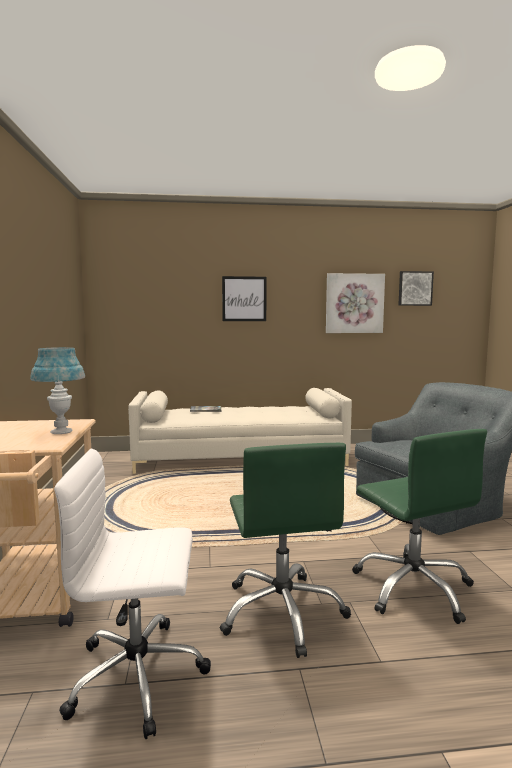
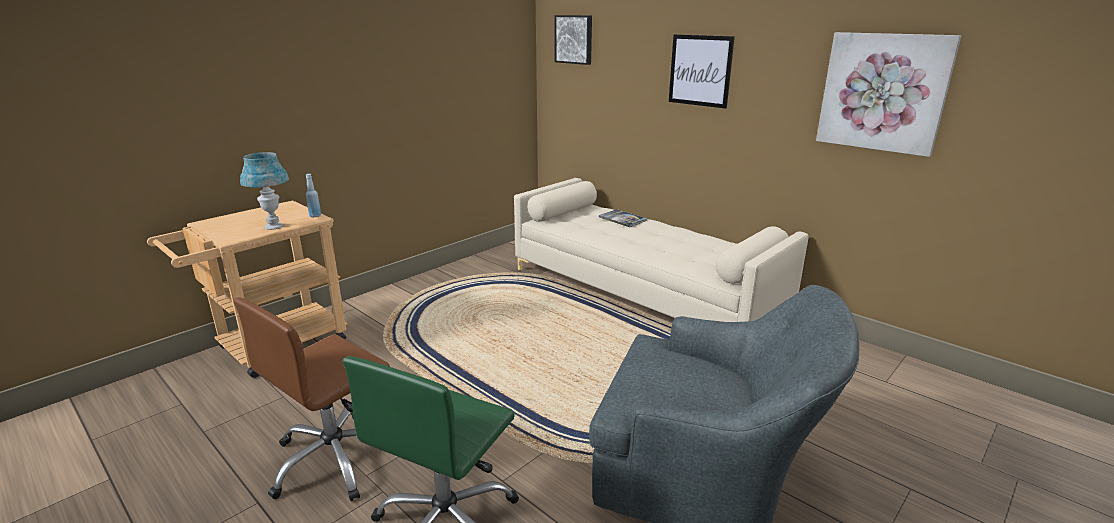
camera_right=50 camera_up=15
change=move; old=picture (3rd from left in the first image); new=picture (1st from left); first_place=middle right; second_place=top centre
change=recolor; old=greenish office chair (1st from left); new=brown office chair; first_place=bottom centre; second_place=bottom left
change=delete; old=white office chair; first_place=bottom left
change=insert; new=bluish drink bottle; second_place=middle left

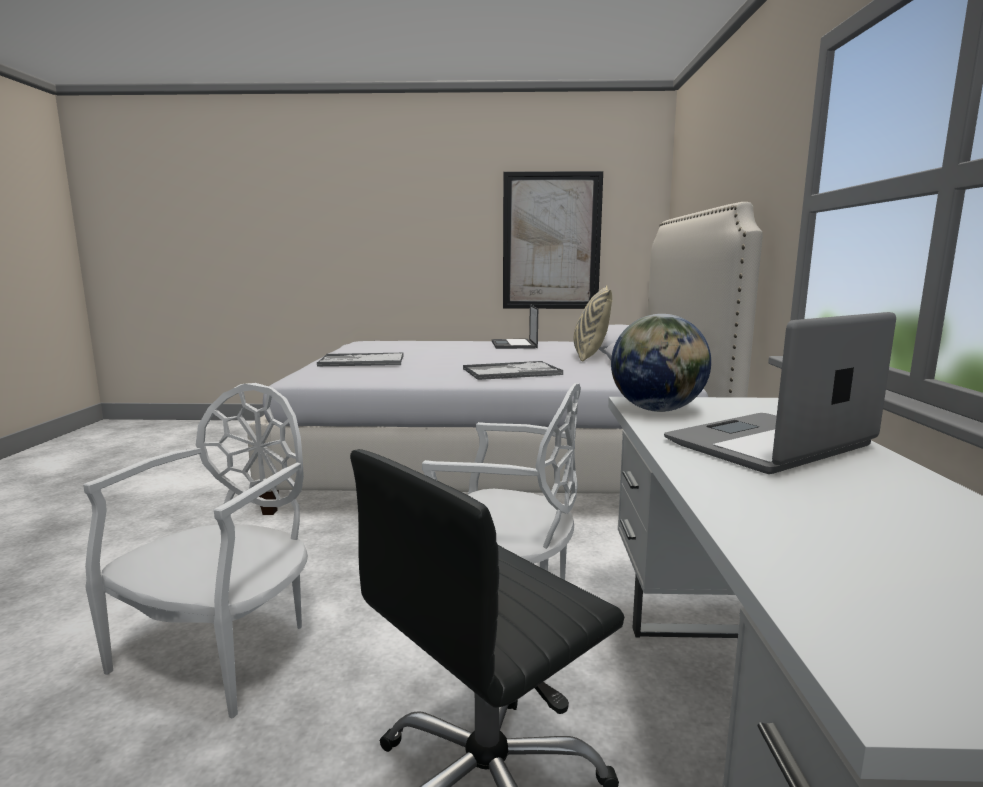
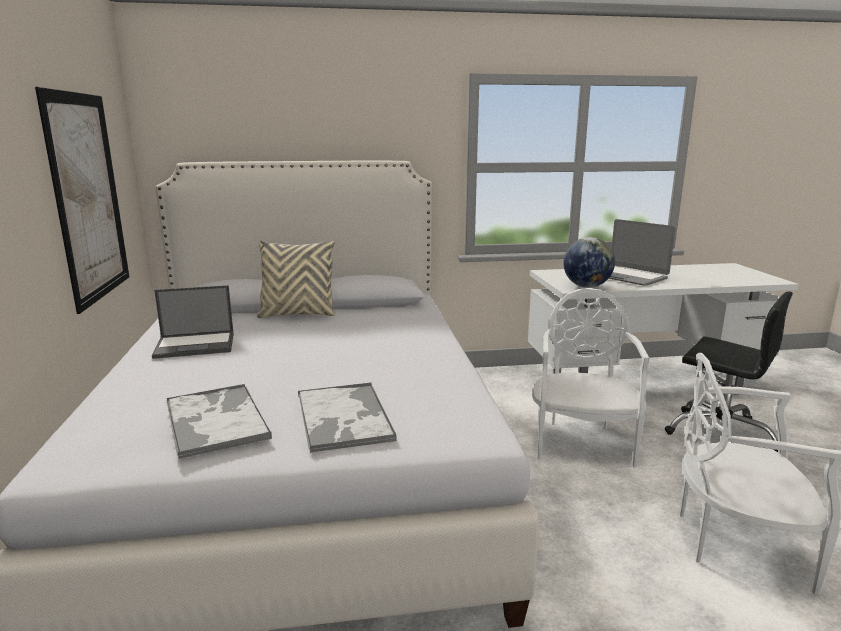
camera_right=-100 camera_up=5
change=move; old=serving tray (2nd from left in the first image); new=serving tray (1st from left); first_place=centre; second_place=bottom left

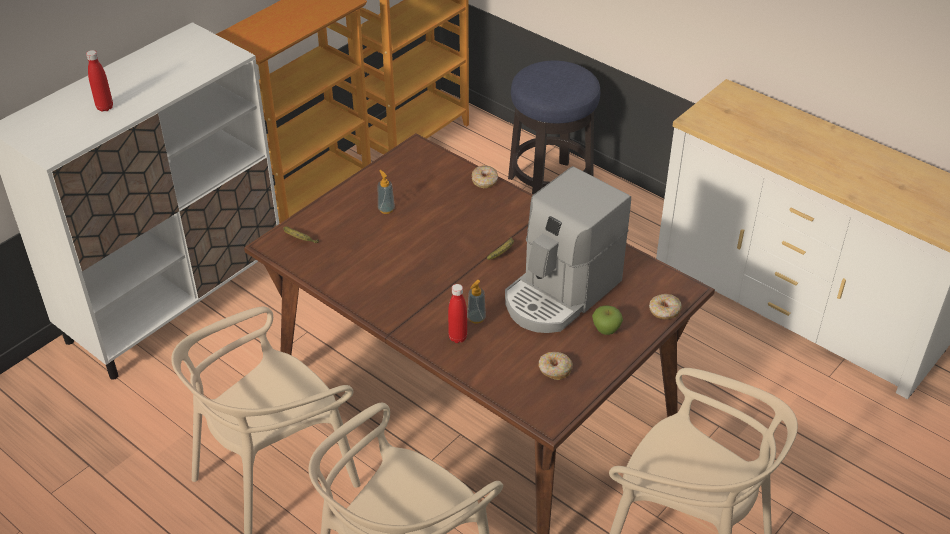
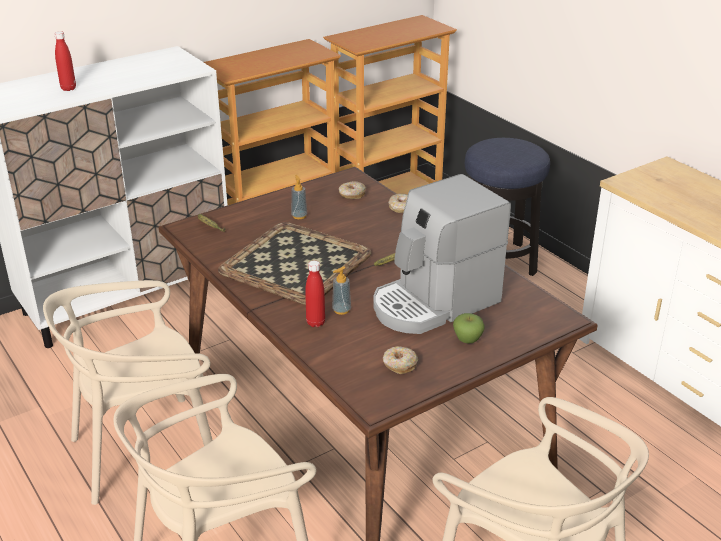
camera_right=15 camera_up=-10
change=move; old=doughnut (3rd from left in the first image); new=doughnut (1st from left); first_place=middle right; second_place=centre
change=insert; new=serving tray; second_place=centre

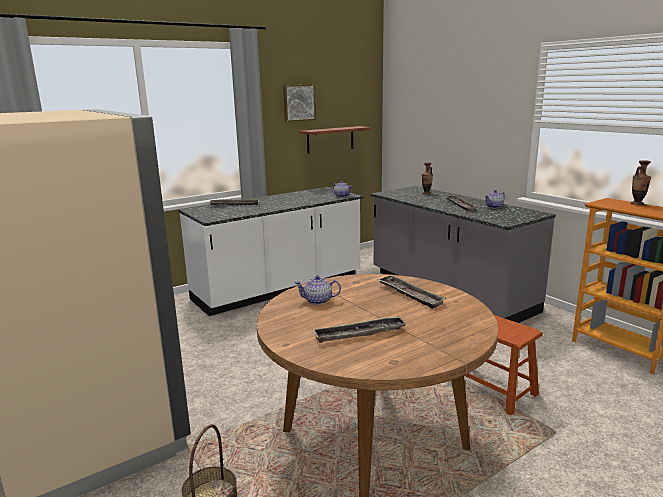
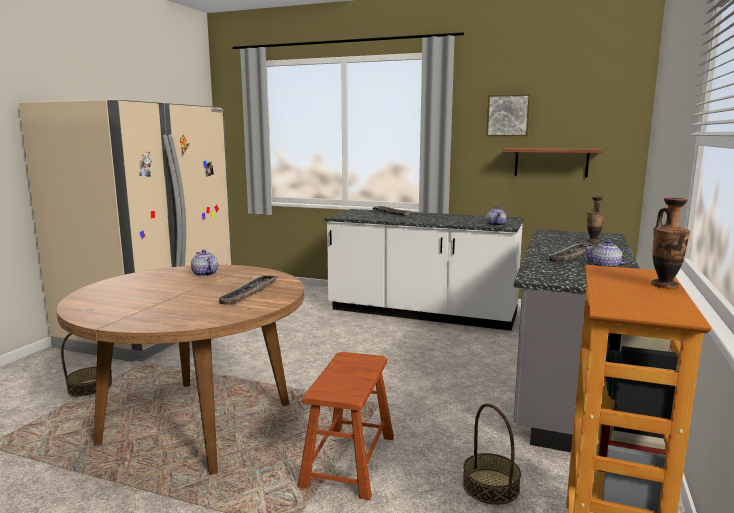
camera_right=55 camera_up=-5
change=delete; old=serving tray (2nd from left); first_place=centre
change=insert; new=basket (2nd from left); second_place=bottom right

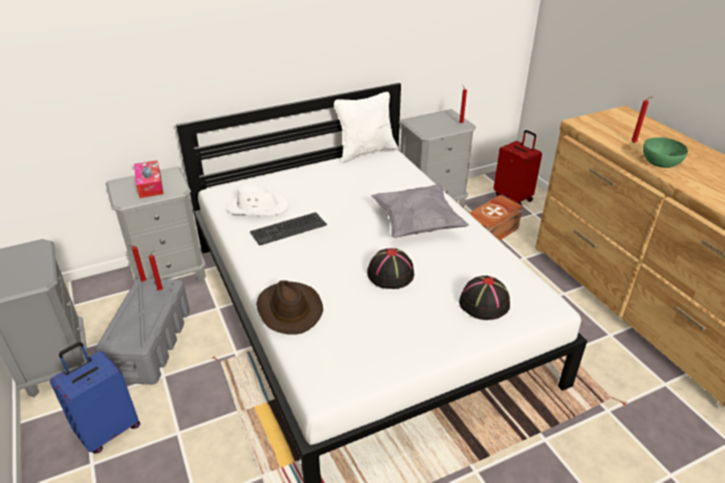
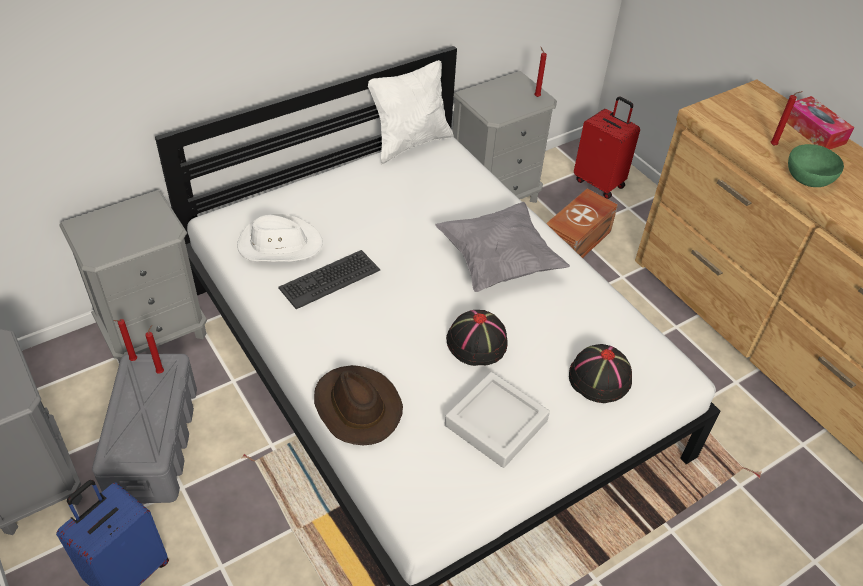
camera_right=-10 camera_up=10
change=move; old=tissue holder; first_place=middle left; second_place=top right
change=insert; new=grey serving tray; second_place=bottom centre

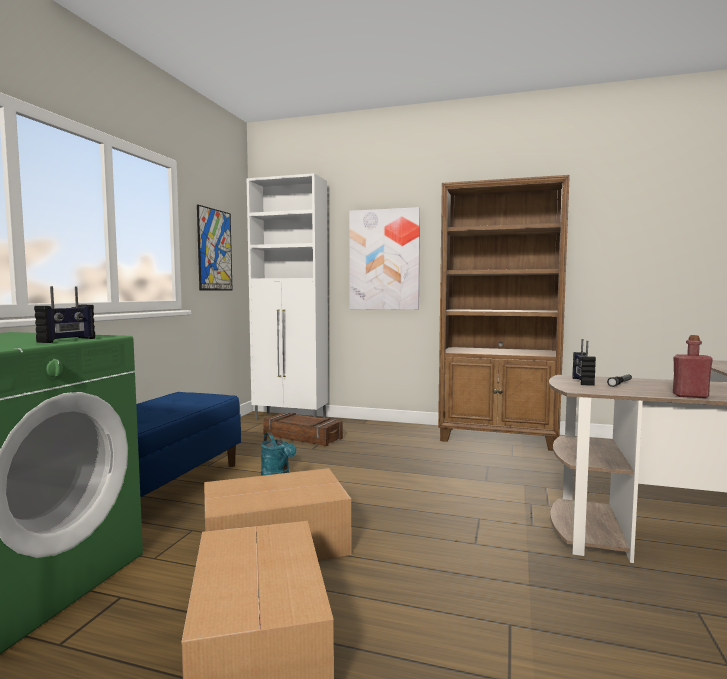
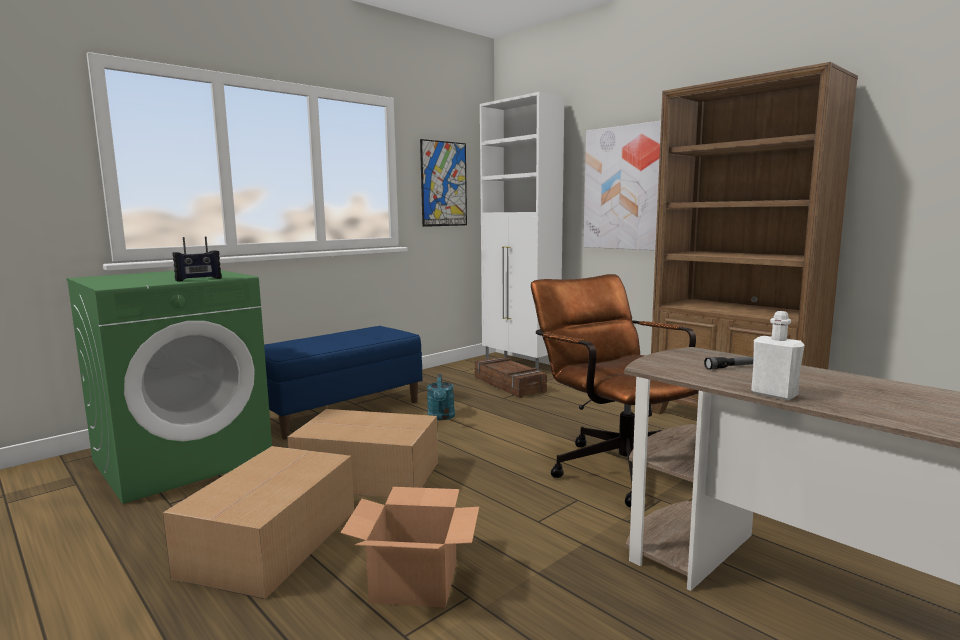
camera_right=30 camera_up=5
change=recolor; old=red-coloured drink bottle; new=white drink bottle; first_place=middle right; second_place=middle right
change=delete; old=radio receiver (2nd from left); first_place=middle right
change=insert; new=brown office chair; second_place=centre
change=insert; new=carton (3rd from left); second_place=bottom centre

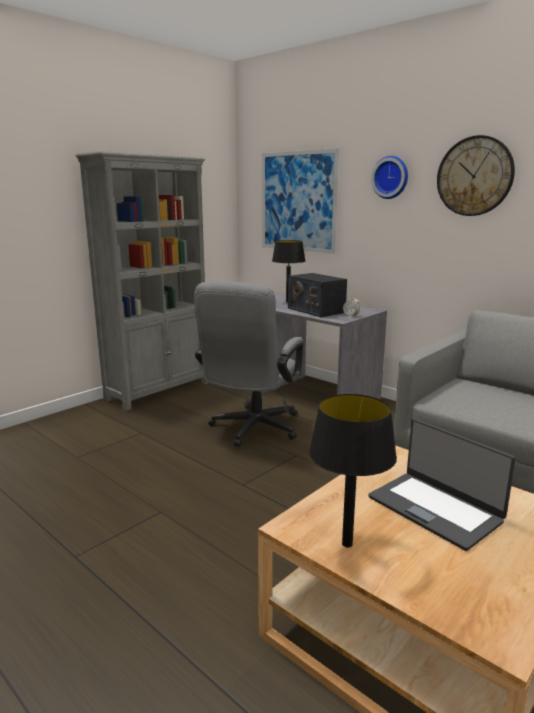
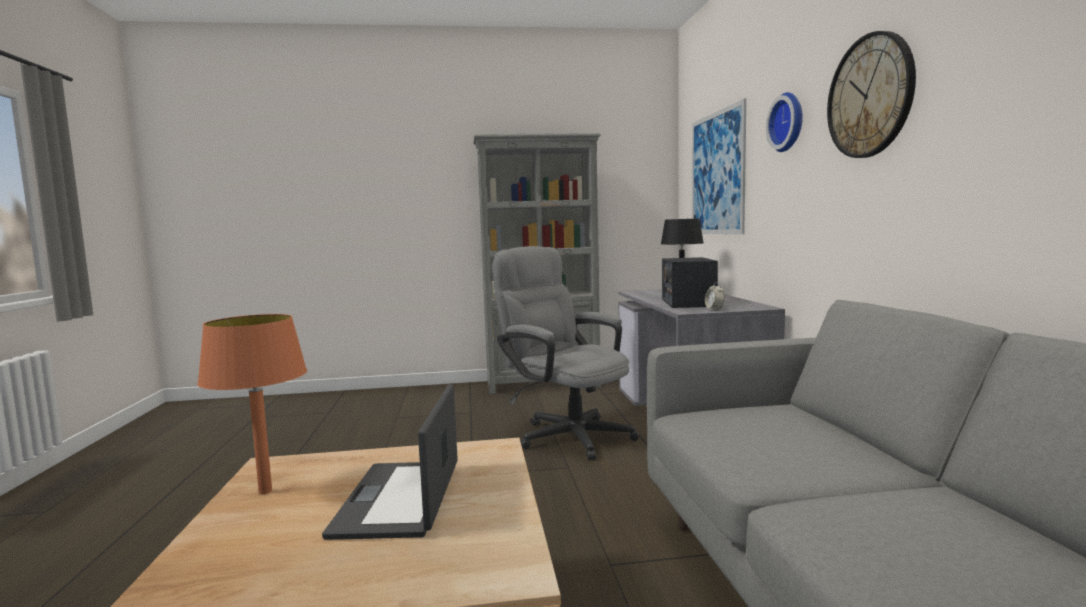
camera_right=40 camera_up=-10
change=rotate; old=grey office chair; first_place=centre; second_place=centre; degrees=75
change=recolor; old=black-coloured tabletop lamp (2nd from left); new=orangey tabletop lamp; first_place=centre; second_place=middle left

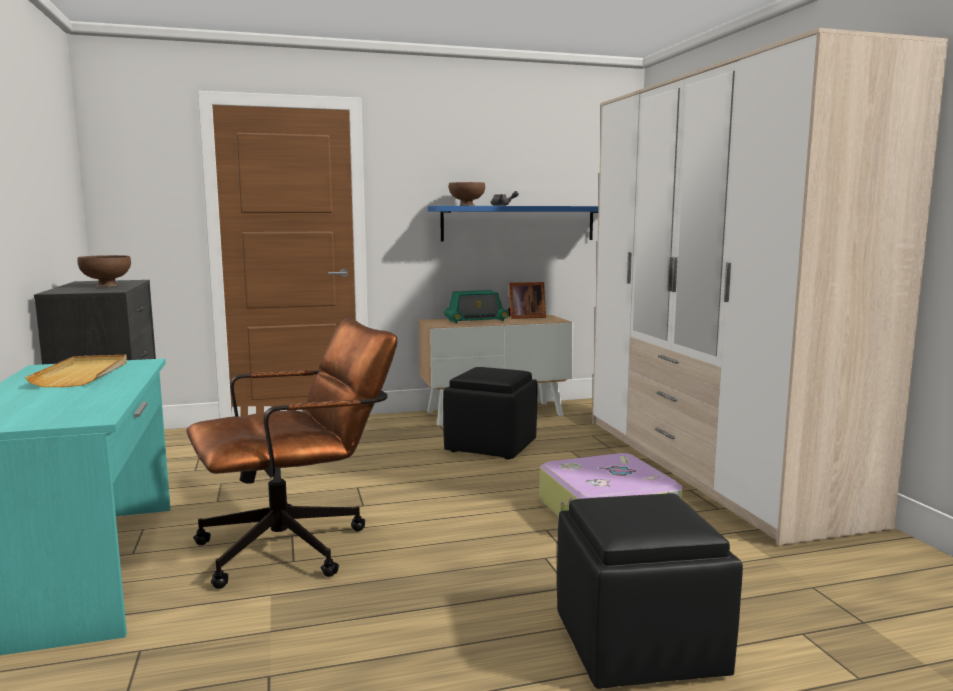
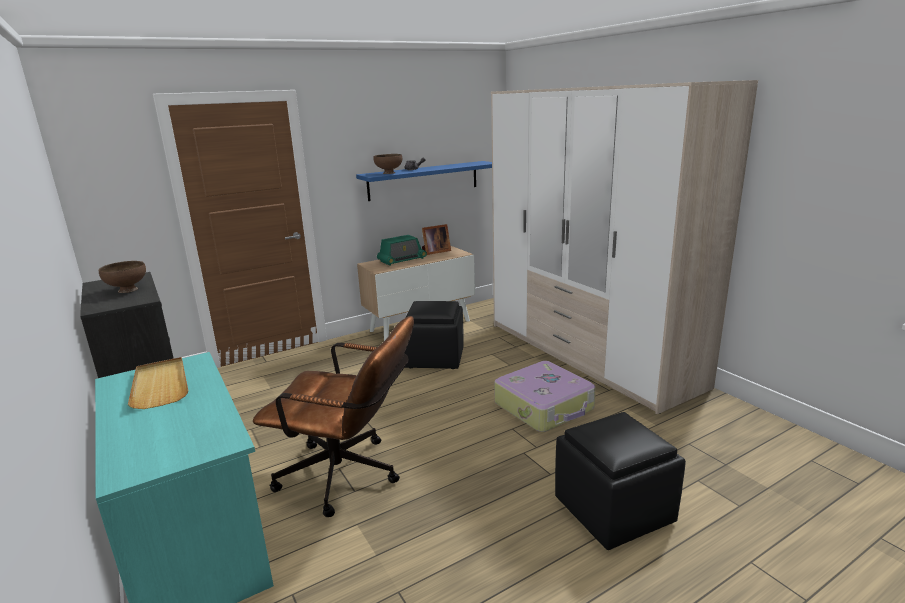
camera_right=-15 camera_up=10
change=rotate; old=brown office chair; first_place=middle left; second_place=bottom centre; degrees=60

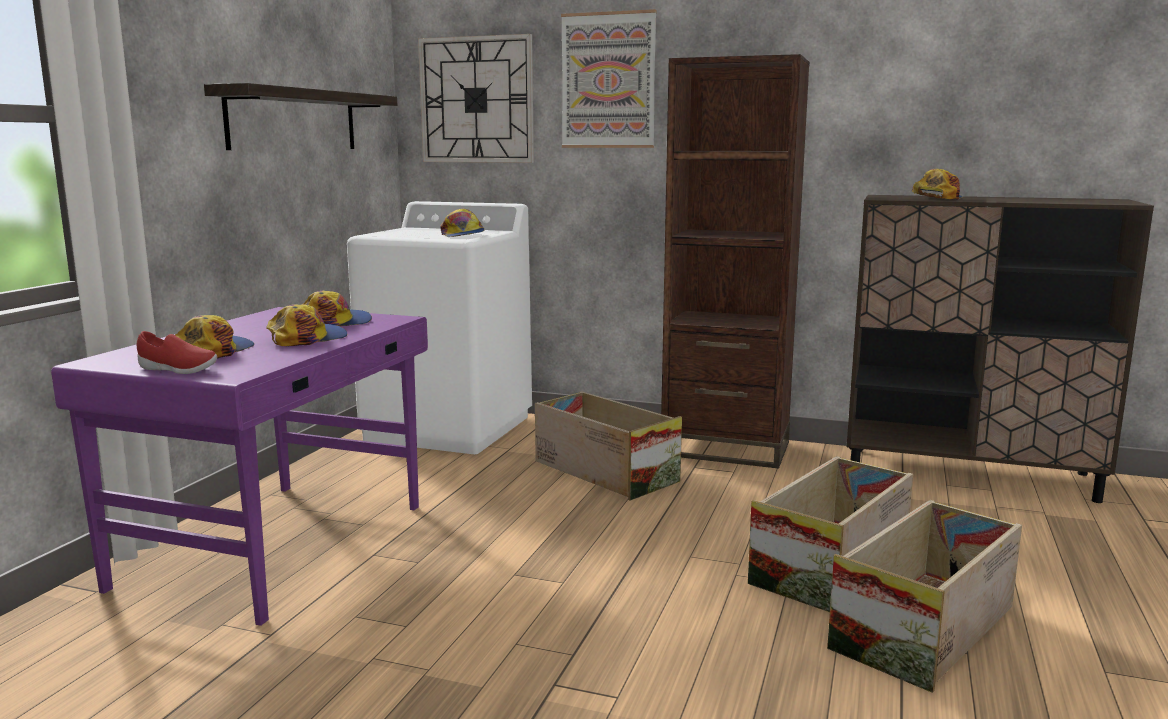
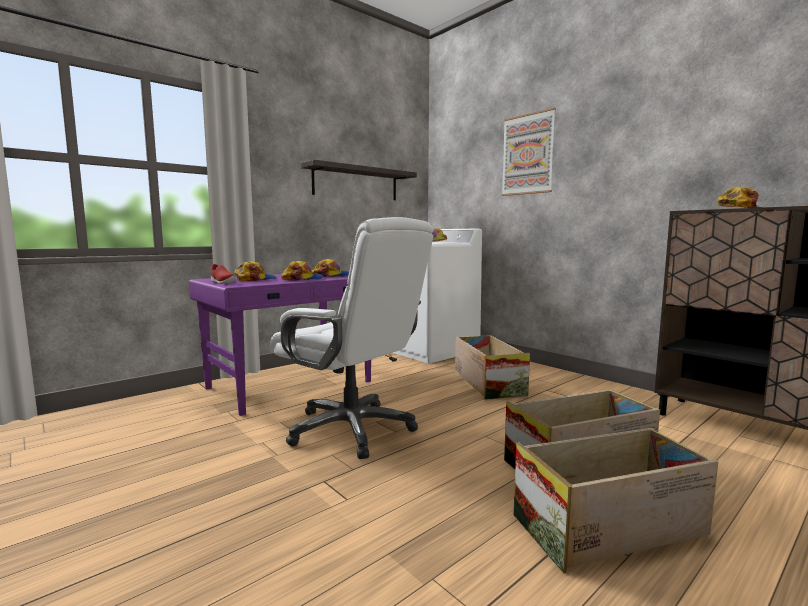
camera_right=30 camera_up=-5
change=delete; old=wall clock; first_place=top centre
change=delete; old=brown bookshelf; first_place=centre
change=insert; new=white office chair; second_place=centre

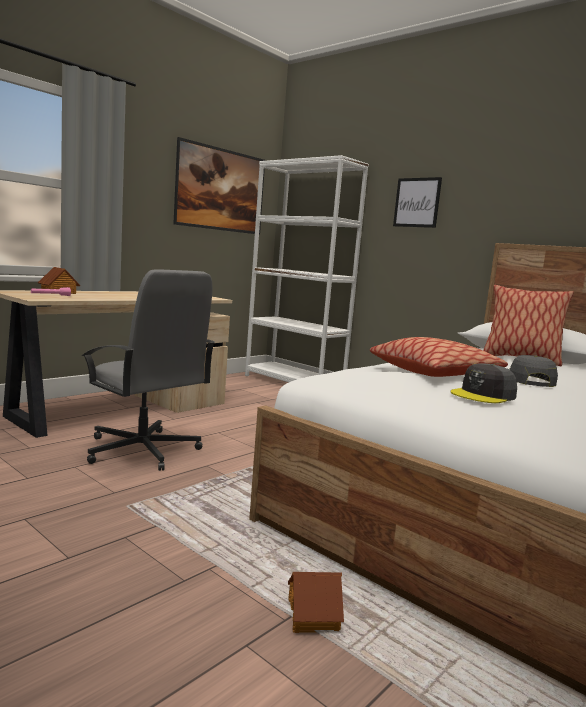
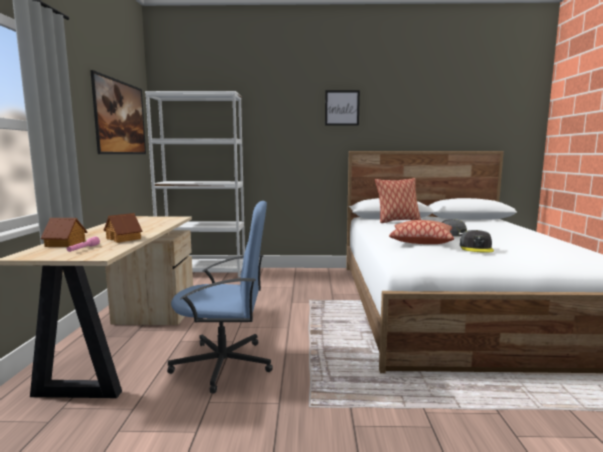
camera_right=-40 camera_up=0
change=move; old=picture (2nd from left); first_place=top right; second_place=top centre
change=recolor; old=grey office chair; new=bluish office chair; first_place=middle left; second_place=centre
change=move; old=toy house (2nd from left); first_place=bottom centre; second_place=middle left

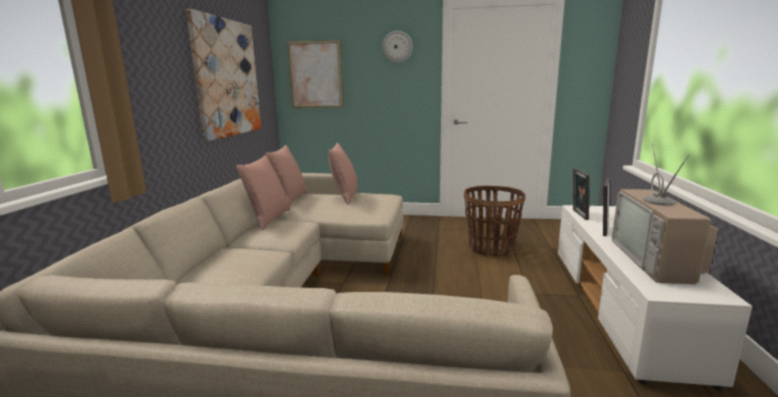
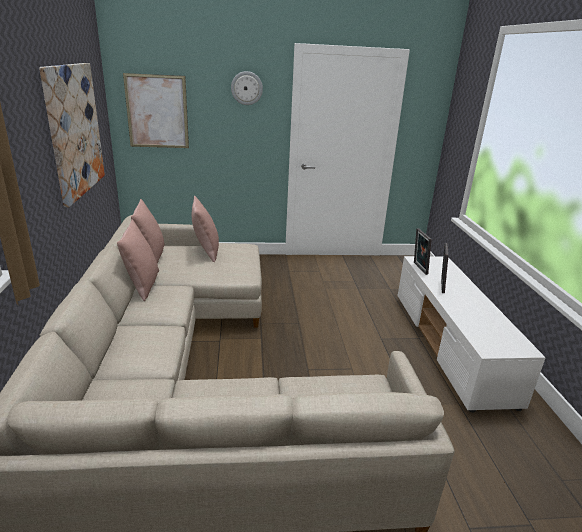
camera_right=-15 camera_up=10
change=delete; old=television; first_place=middle right
change=delete; old=basket; first_place=centre

